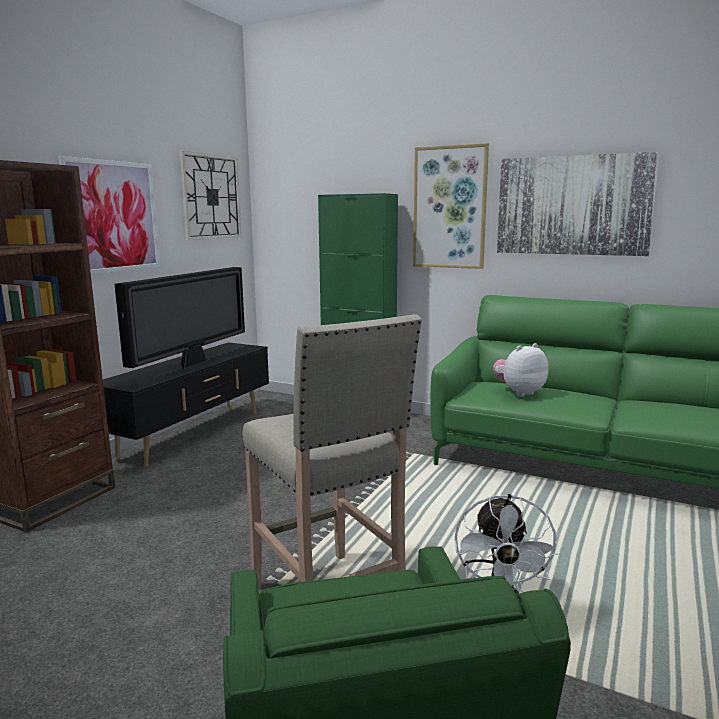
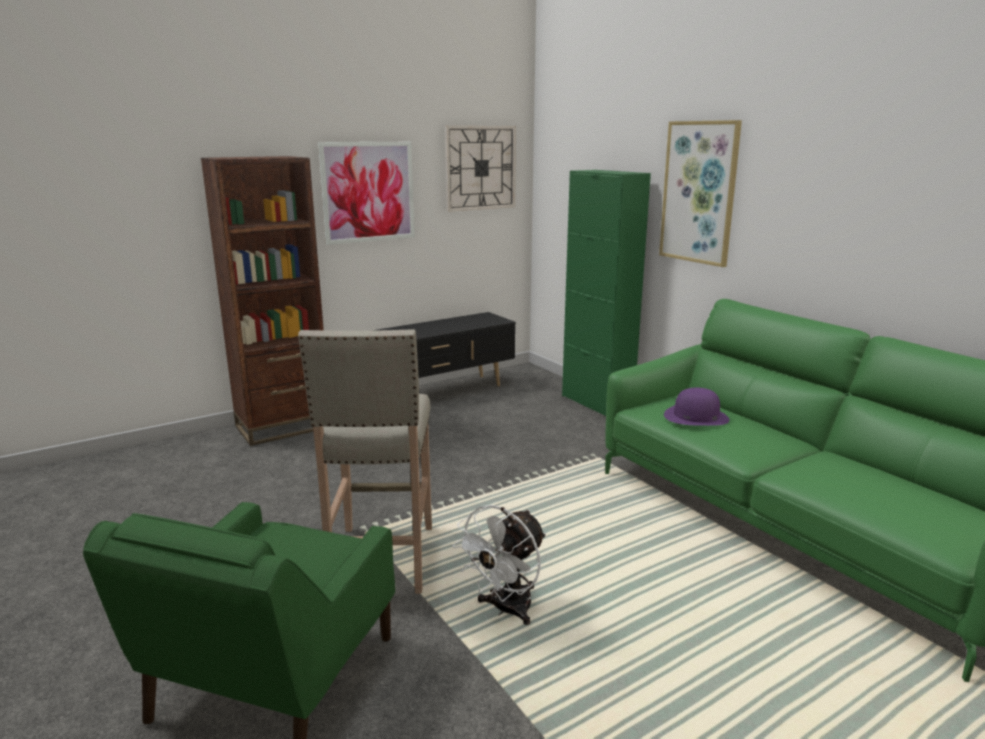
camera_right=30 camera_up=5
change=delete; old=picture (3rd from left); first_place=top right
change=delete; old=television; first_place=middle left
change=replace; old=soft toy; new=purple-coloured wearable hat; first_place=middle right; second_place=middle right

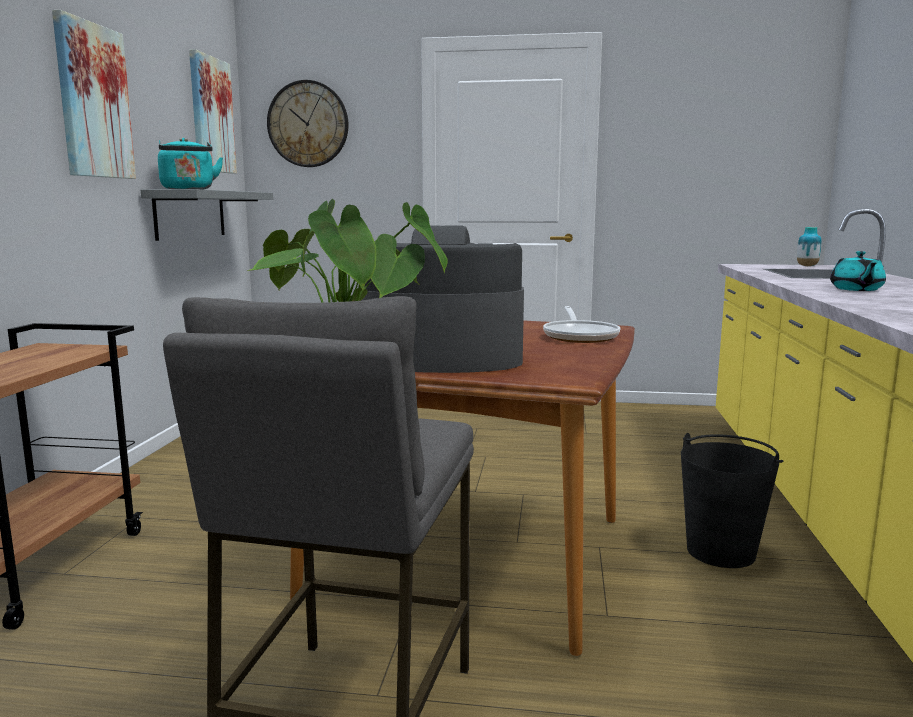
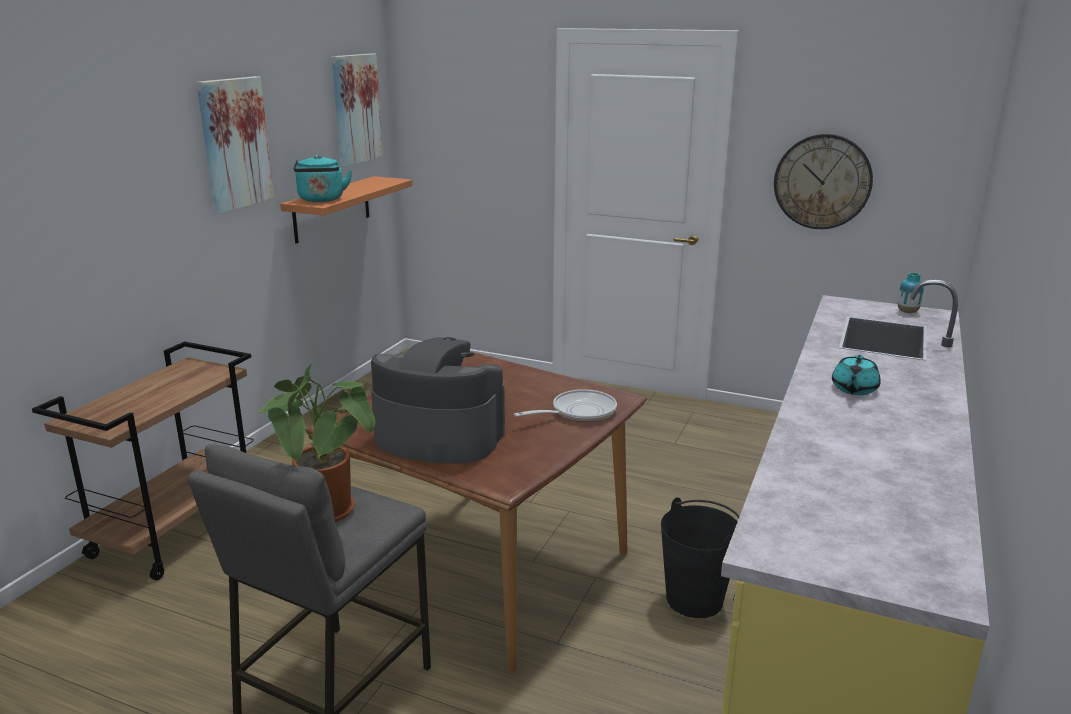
camera_right=15 camera_up=10
change=move; old=wall clock; first_place=top centre; second_place=top right
change=recolor; old=grey wall shelf; new=orangey wall shelf; first_place=top left; second_place=top left
change=rotate; old=frying pan; first_place=centre; second_place=centre; degrees=-135

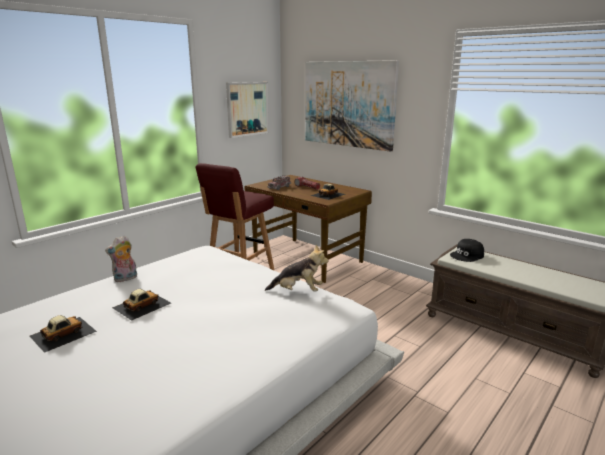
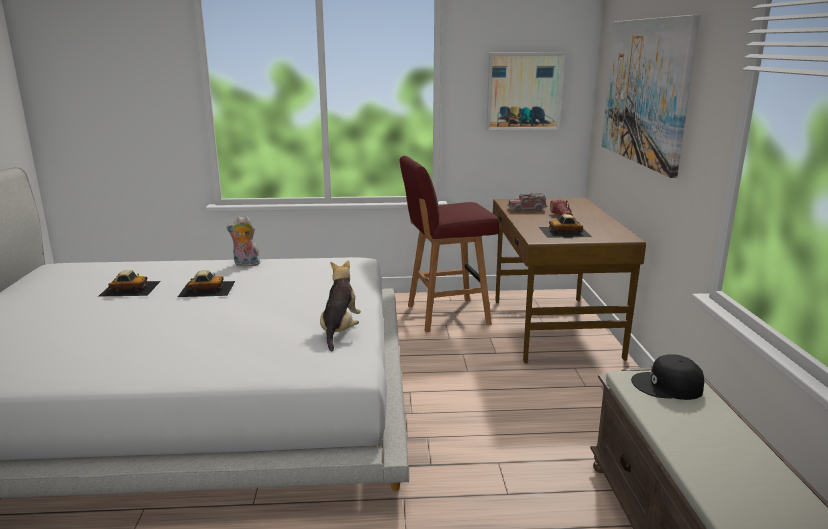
camera_right=45 camera_up=0
change=rotate; old=soft toy (2nd from left); first_place=centre; second_place=centre; degrees=-135

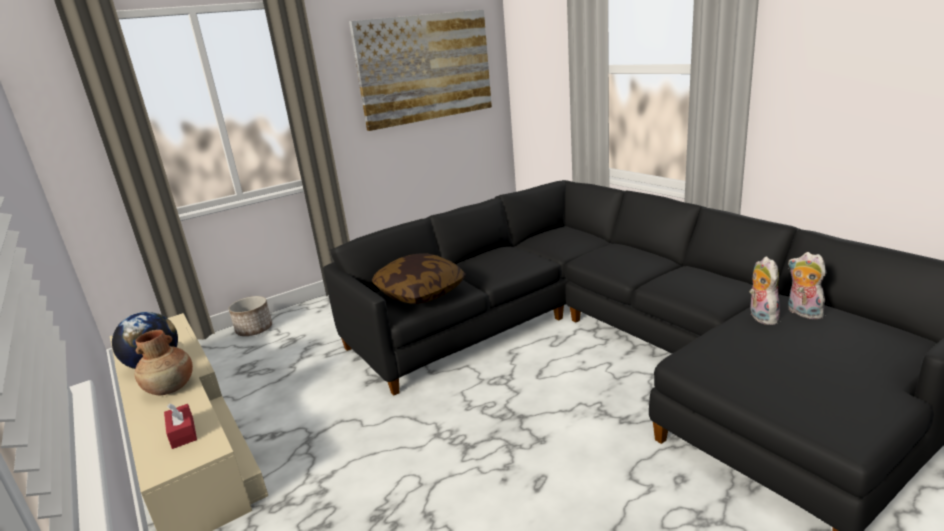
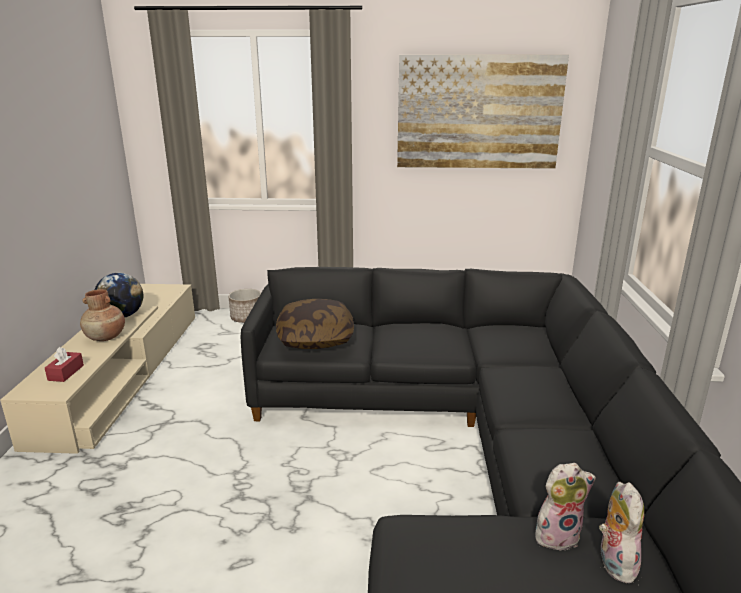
camera_right=35 camera_up=0
change=rotate; old=soft toy (1st from left); first_place=middle right; second_place=bottom right; degrees=45

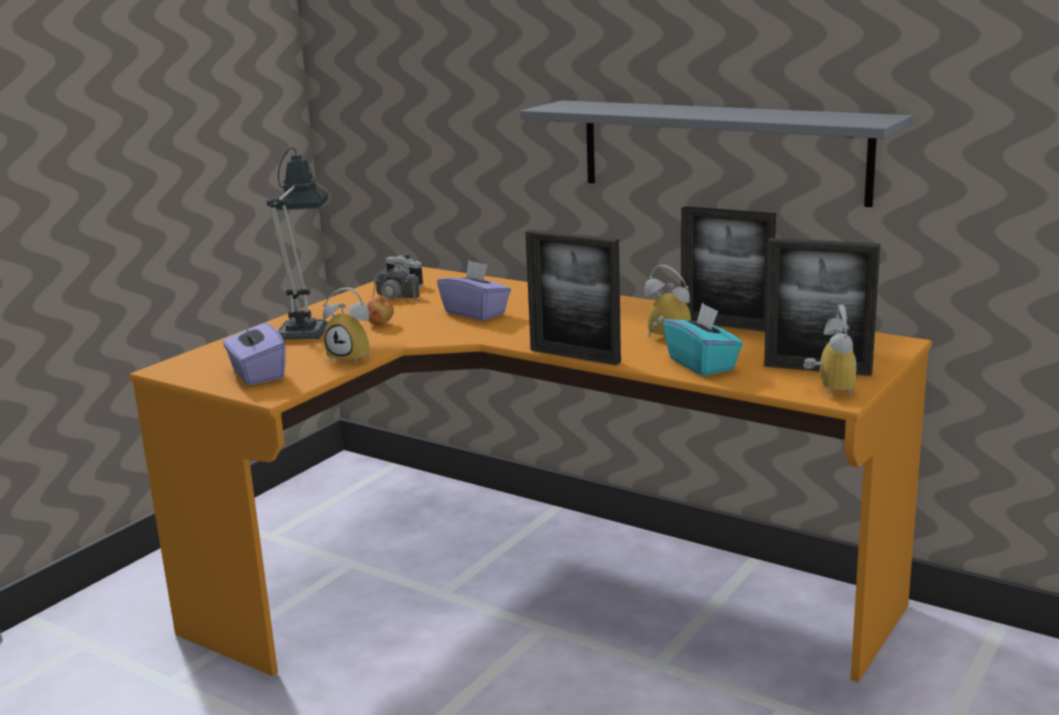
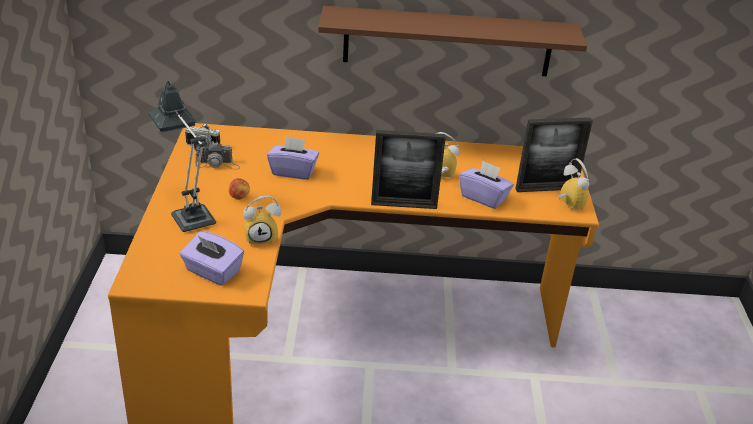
camera_right=-35 camera_up=15
change=recolor; old=grey wall shelf; new=brown wall shelf; first_place=top right; second_place=top centre
change=delete; old=standing frame (2nd from left); first_place=middle right
change=recolor; old=turquoise tissue holder; new=purple-coloured tissue holder (3rd from left); first_place=centre; second_place=centre

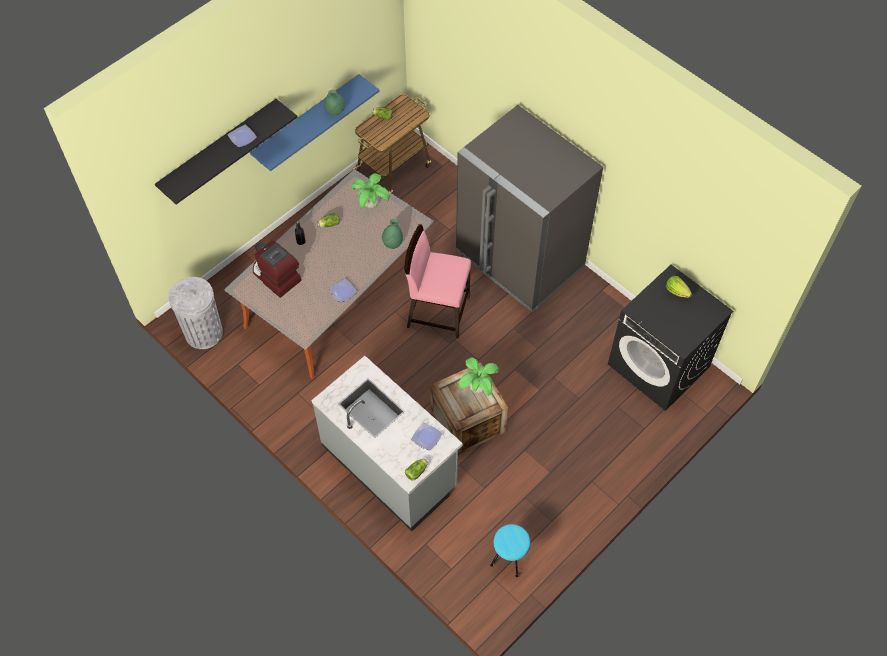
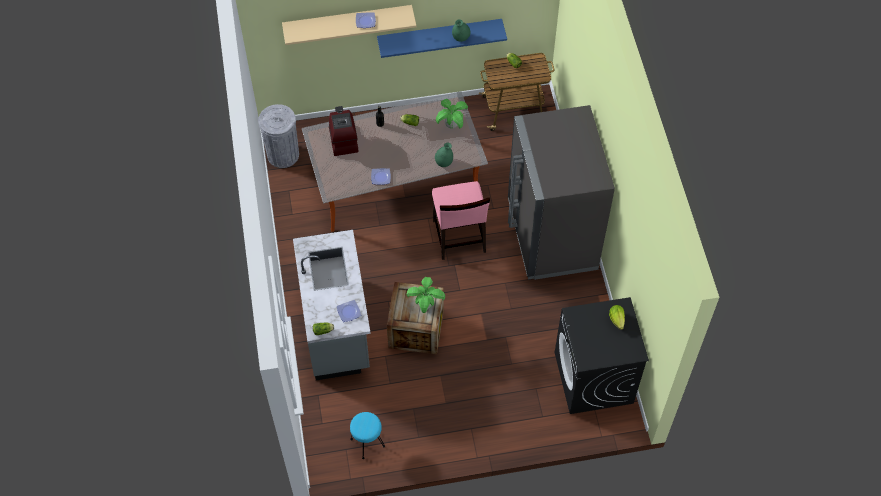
camera_right=35 camera_up=0
change=recolor; old=black-coloured wall shelf; new=beige wall shelf; first_place=top left; second_place=top centre
change=rotate; old=pinkish plain chair; first_place=centre; second_place=centre; degrees=-150

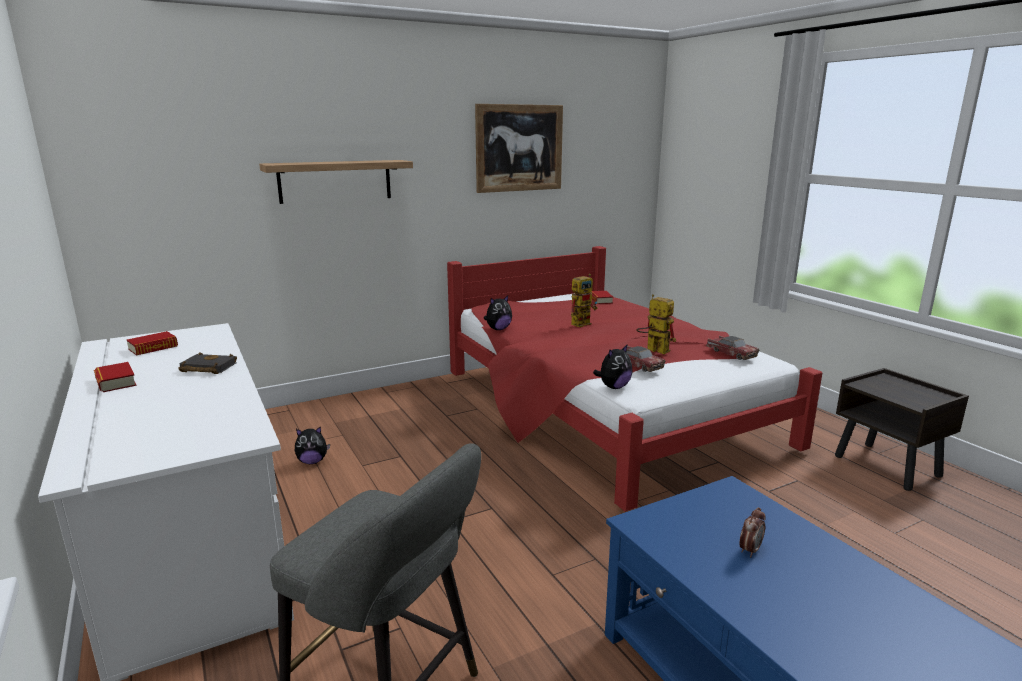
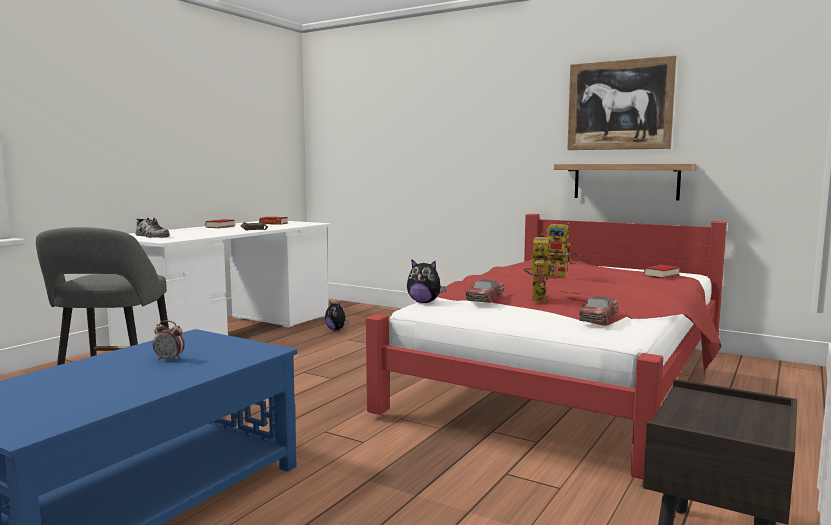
camera_right=60 camera_up=-10
change=move; old=wall shelf; first_place=top left; second_place=middle right
change=delete; old=soft toy (2nd from left); first_place=centre
change=insert; new=low shoe; second_place=middle left

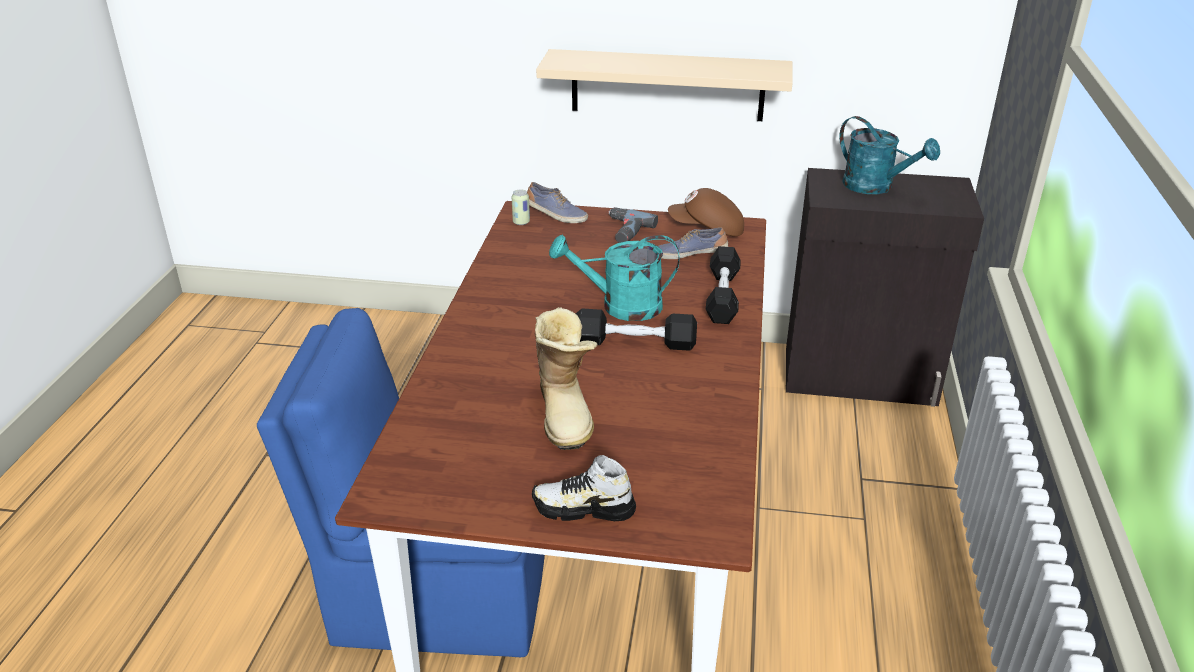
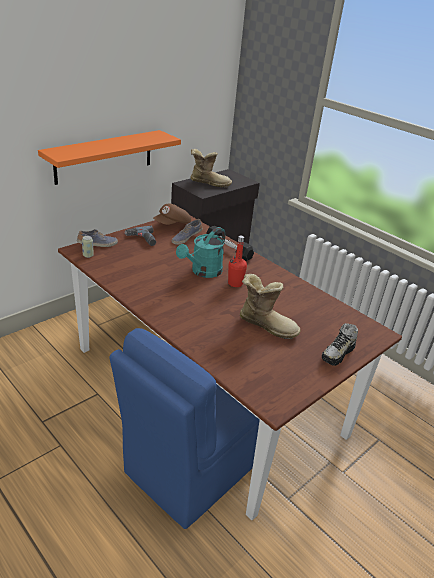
camera_right=-55 camera_up=0
change=recolor; old=beige wall shelf; new=orangey wall shelf; first_place=top centre; second_place=top left
change=replace; old=turquoise sprinkling can (2nd from left); new=tall boot (1st from left); first_place=top right; second_place=top centre
change=replace; old=black-coloured free weight (1st from left); new=red-coloured drink bottle; first_place=centre; second_place=centre

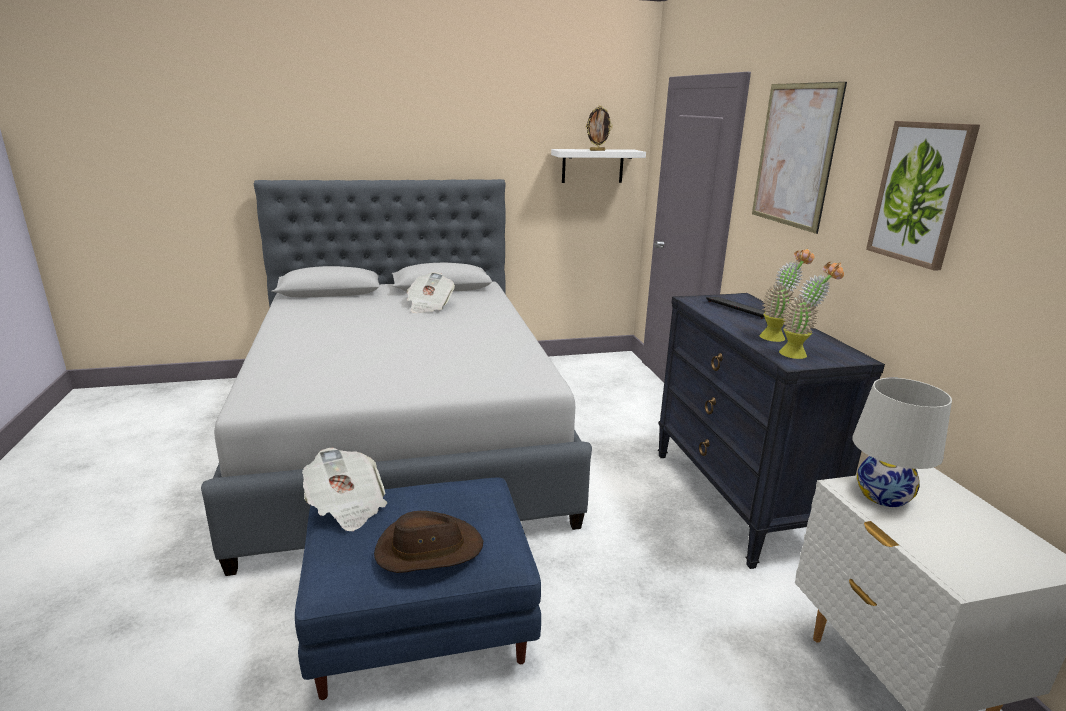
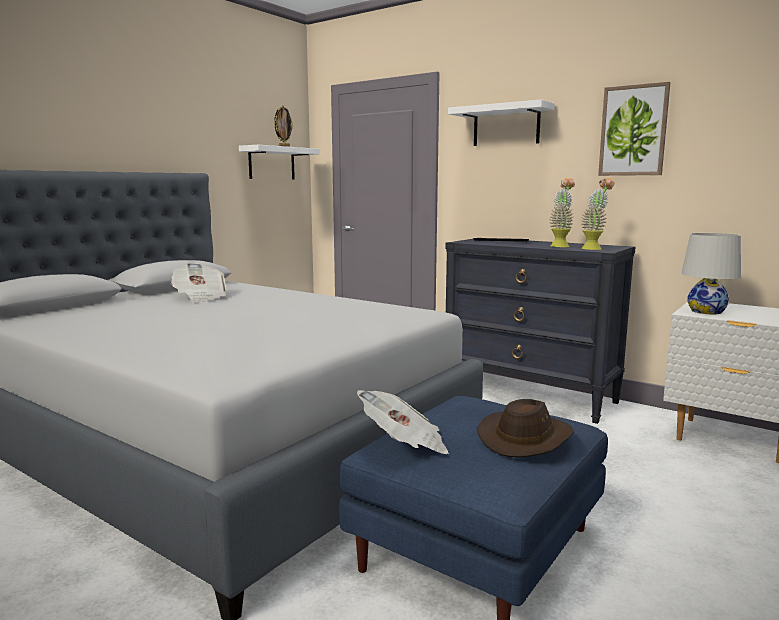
camera_right=-40 camera_up=-10
change=replace; old=picture (1st from left); new=white wall shelf (2nd from left); first_place=top right; second_place=top centre

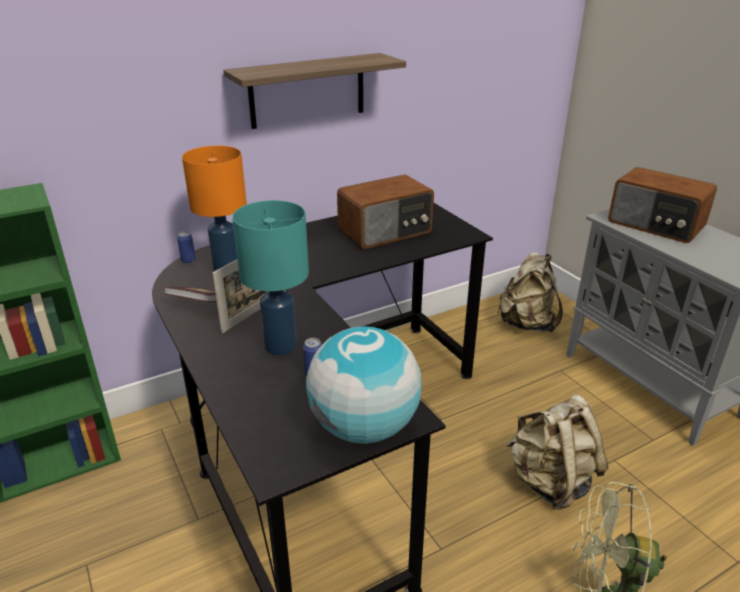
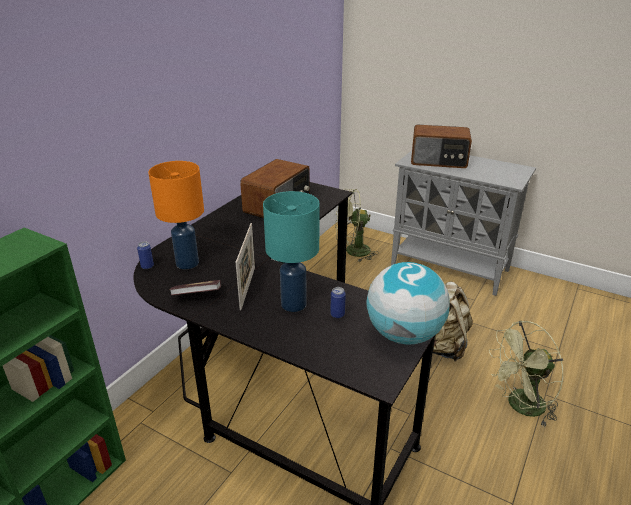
camera_right=-30 camera_up=0
change=delete; old=wall shelf; first_place=top centre
change=replace; old=beige backpack (1st from left); new=greenish fan (1st from left); first_place=middle right; second_place=centre

